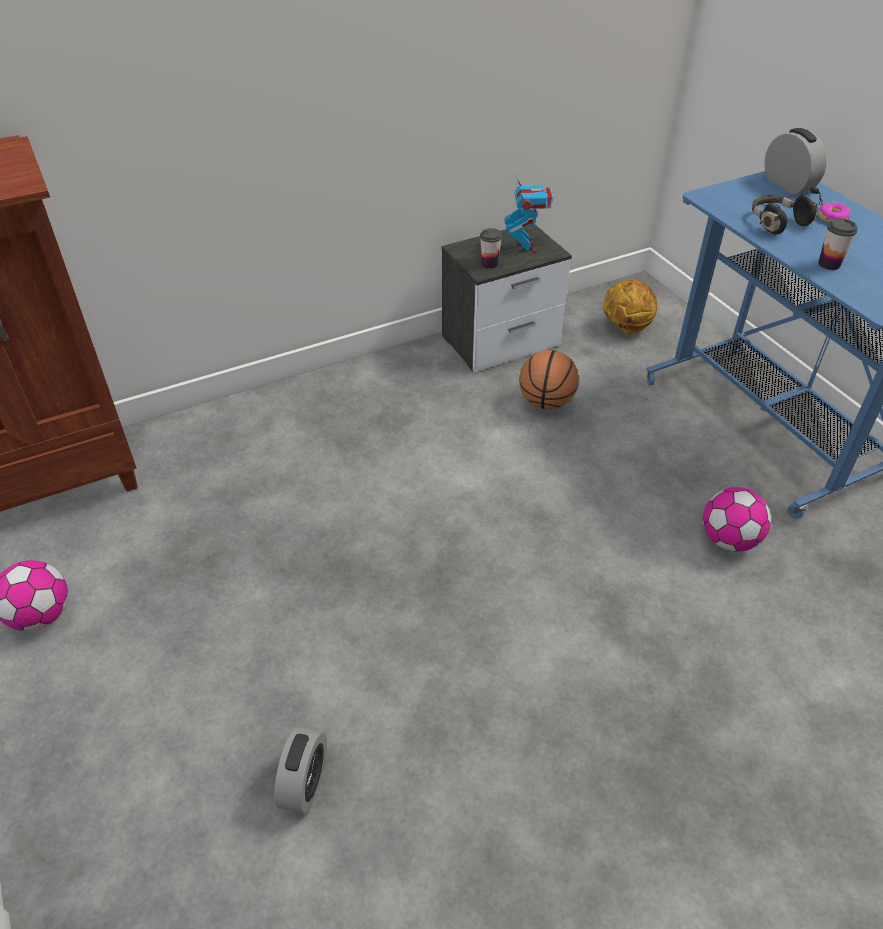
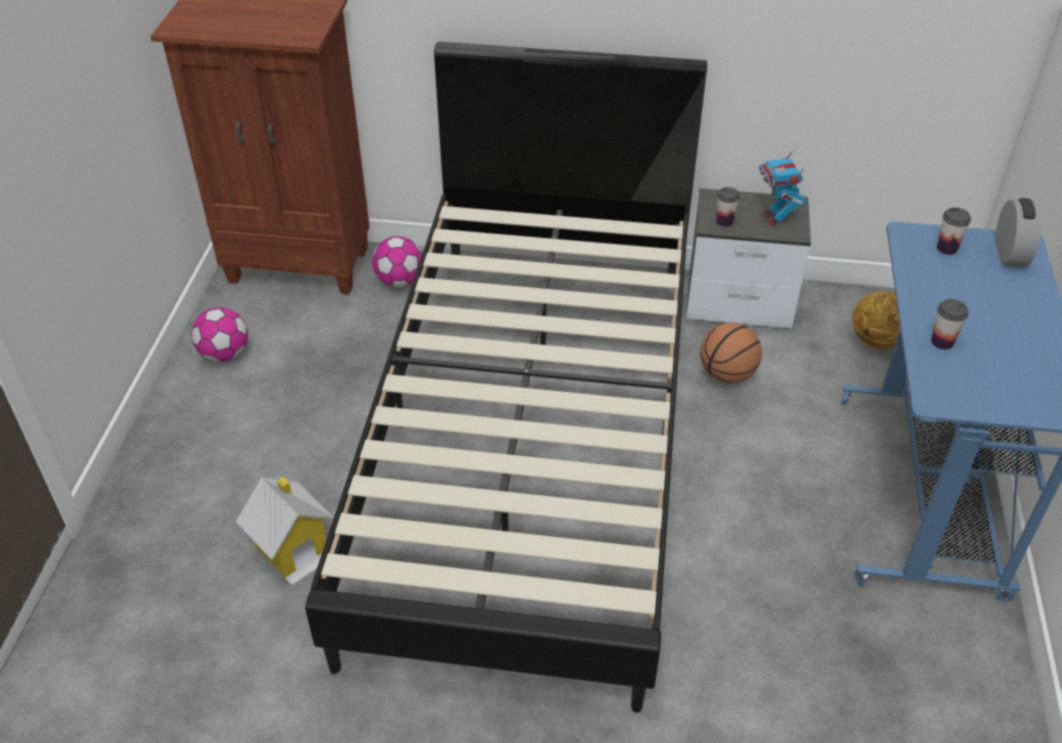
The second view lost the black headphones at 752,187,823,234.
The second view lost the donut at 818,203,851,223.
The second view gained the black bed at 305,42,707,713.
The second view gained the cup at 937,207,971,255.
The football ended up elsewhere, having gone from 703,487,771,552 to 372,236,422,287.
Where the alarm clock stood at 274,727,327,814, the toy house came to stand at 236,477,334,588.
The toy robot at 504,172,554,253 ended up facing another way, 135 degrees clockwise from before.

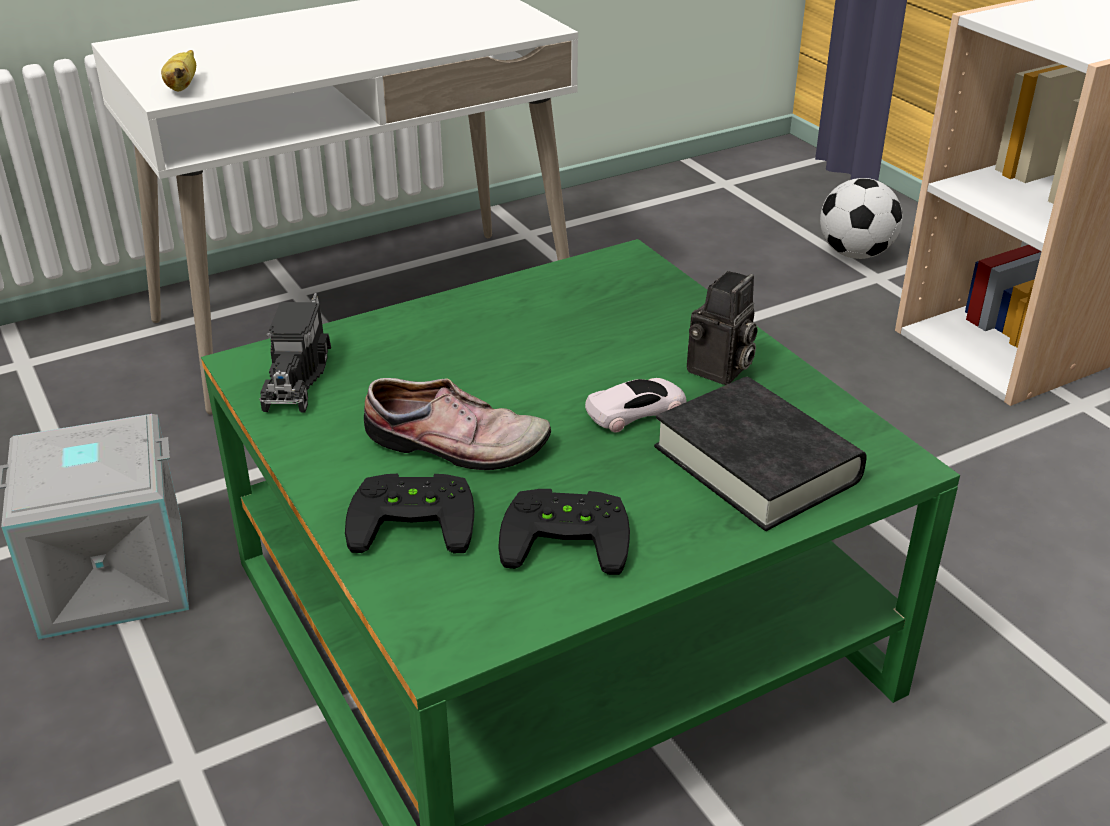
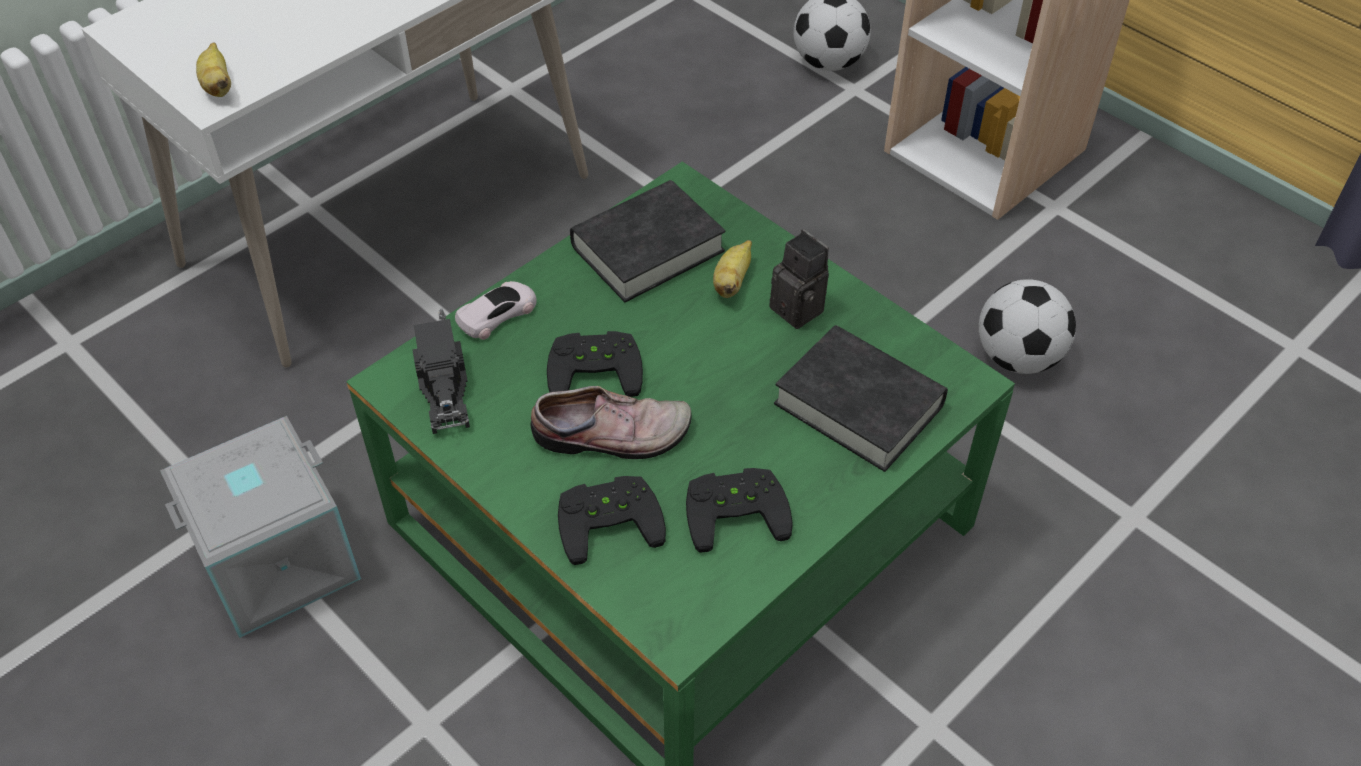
The second view gained the black game controller at 547,331,643,397.
The second view gained the black book at 570,180,725,302.
The second view gained the banana at 713,240,752,298.
The second view gained the football at 979,279,1076,374.
The white toy car ended up elsewhere, having gone from 585,378,687,433 to 455,281,537,340.
The photo camera at 687,271,757,385 ended up facing another way, 60 degrees counterclockwise from before.

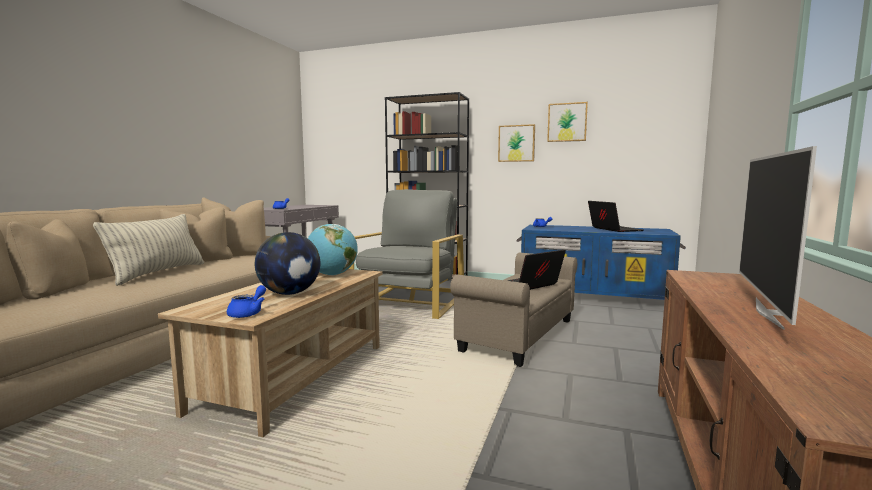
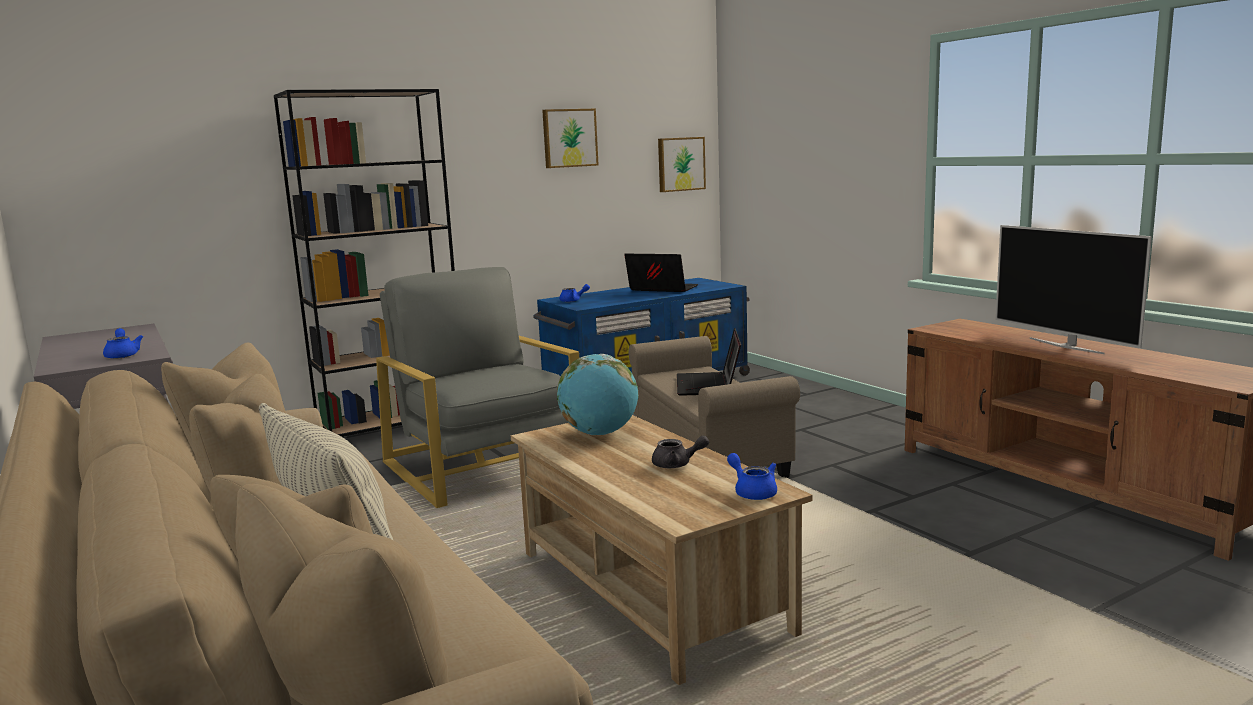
The picture ended up elsewhere, having gone from 498,124,535,162 to 658,137,706,192.
Where the globe stood at 255,232,320,295, the grey teapot came to stand at 652,435,709,468.

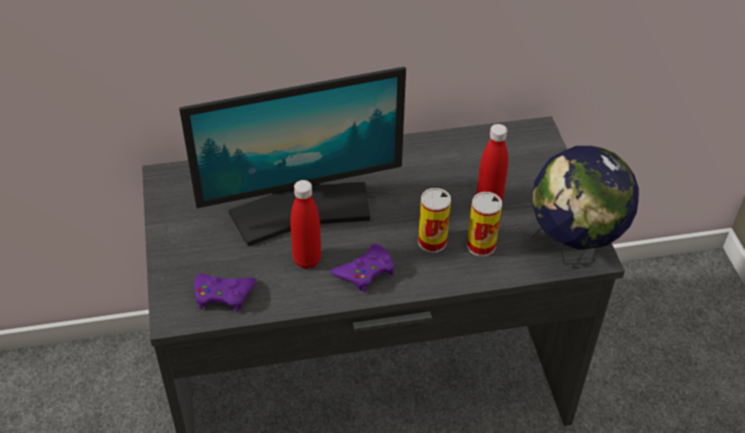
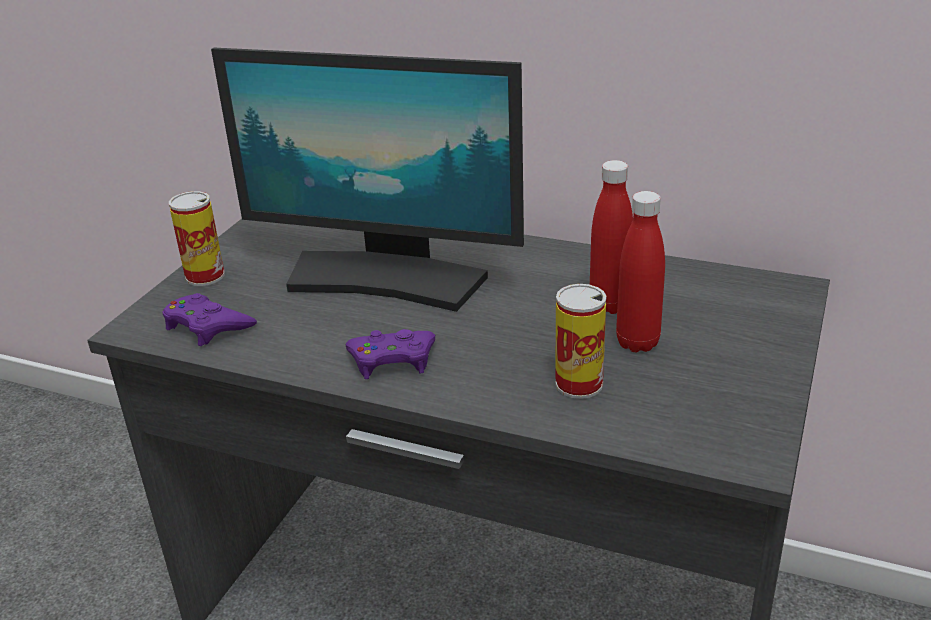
The second view lost the globe at 531,146,639,265.
The red bottle ended up elsewhere, having gone from 290,180,321,269 to 590,160,633,314.
The can ended up elsewhere, having gone from 418,188,451,253 to 169,191,225,286.

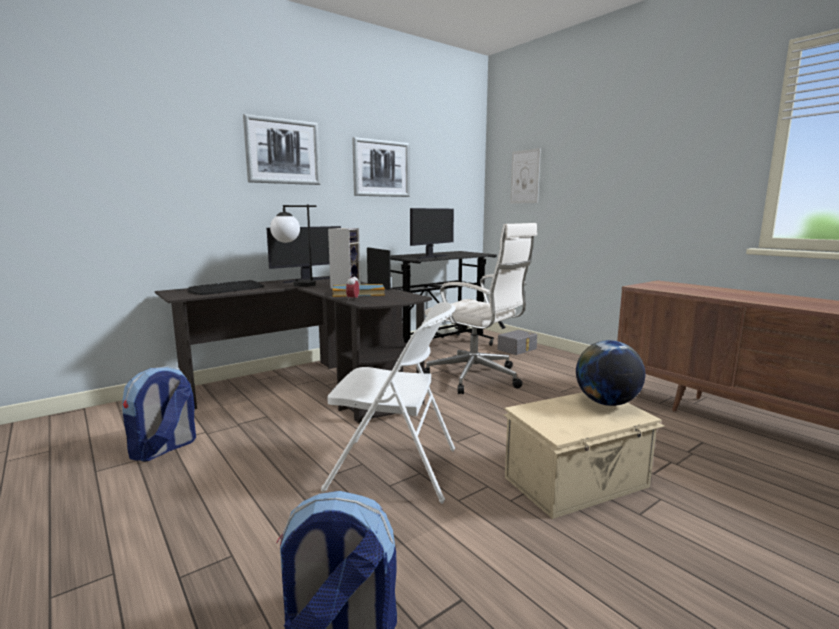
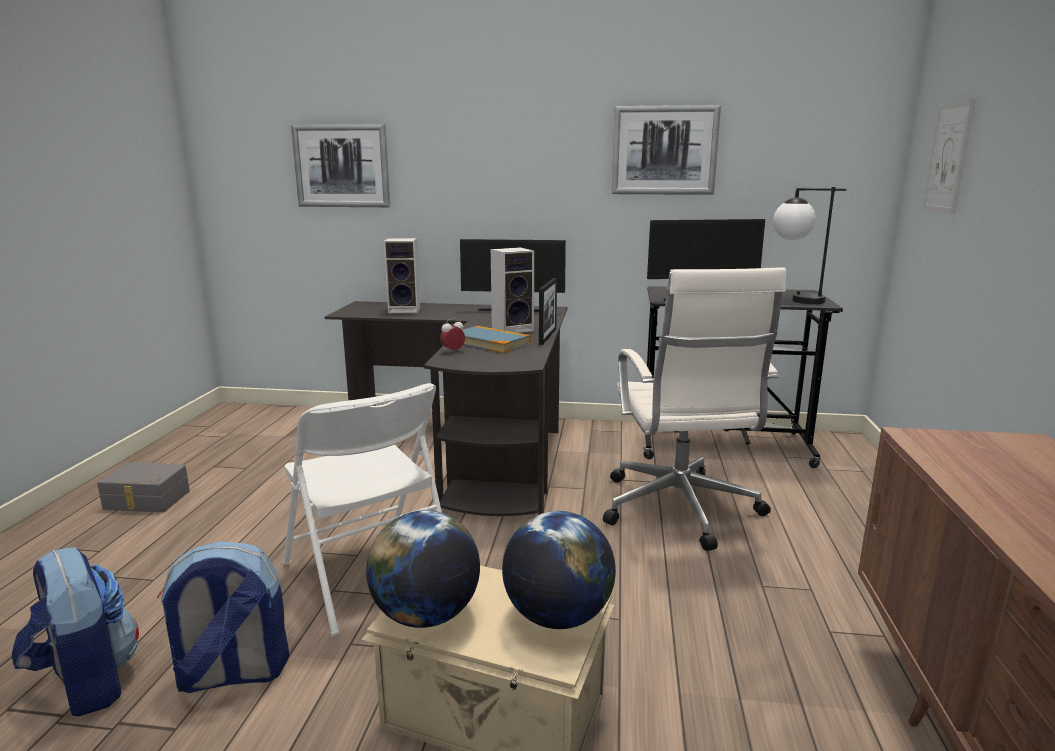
The second view gained the globe at 366,510,480,628.
The backpack ended up elsewhere, having gone from 122,366,196,462 to 157,541,289,693.
The picture ended up elsewhere, having gone from 243,114,320,185 to 291,124,390,207.
The table lamp ended up elsewhere, having gone from 270,204,316,287 to 773,187,847,304.
The grey storage box ended up elsewhere, having gone from 498,330,537,355 to 97,462,190,512.
Where the keyboard stood at 187,280,264,295, the speaker came to stand at 384,238,420,313.

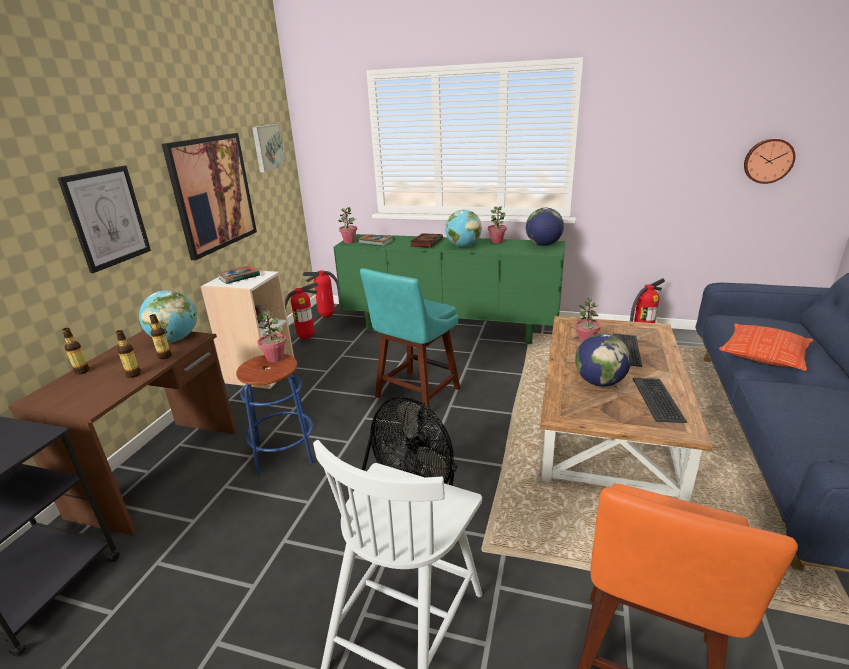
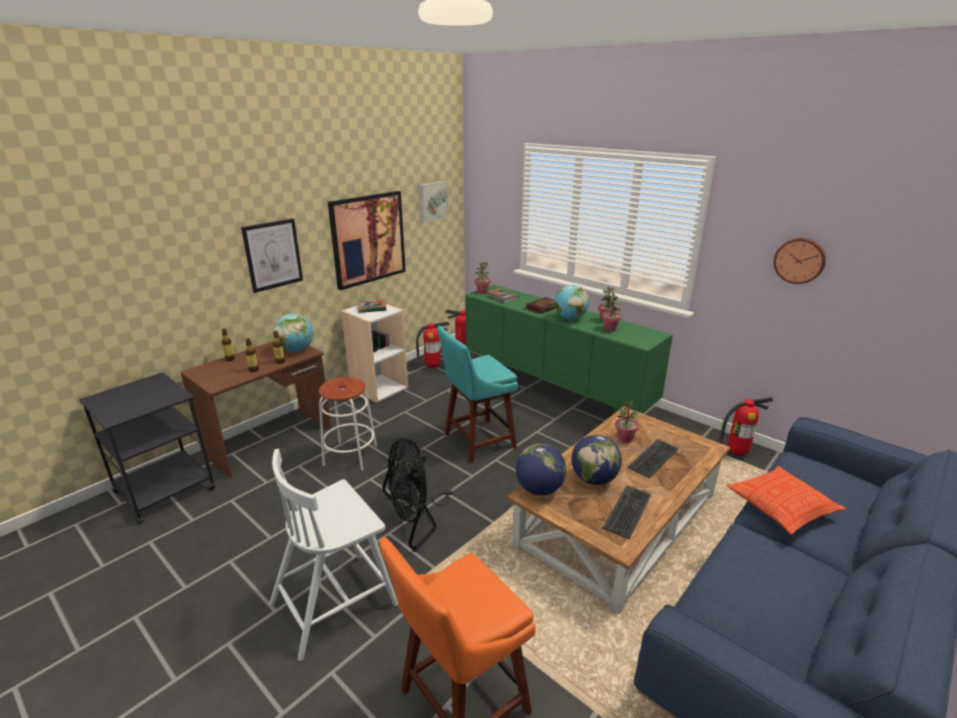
The potted plant ended up elsewhere, having gone from 257,311,286,363 to 602,295,622,332.
The globe ended up elsewhere, having gone from 526,208,564,246 to 516,444,566,495.
The wall clock ended up elsewhere, having gone from 744,138,795,184 to 774,238,826,284.
What was the blue stool at 236,354,313,476 turned into the white stool at 319,377,377,470.

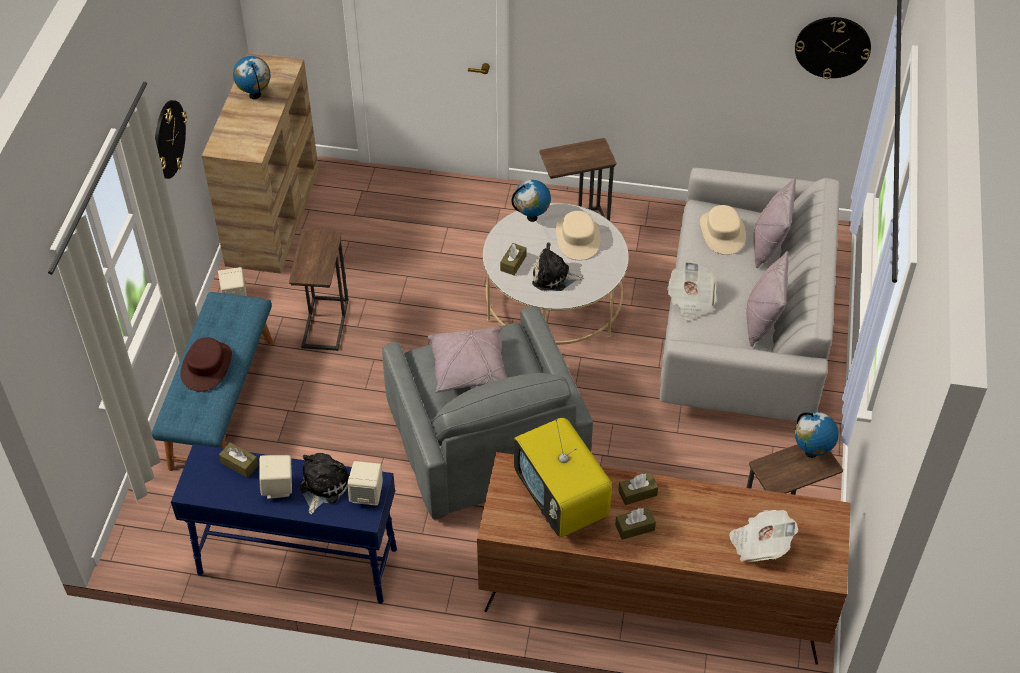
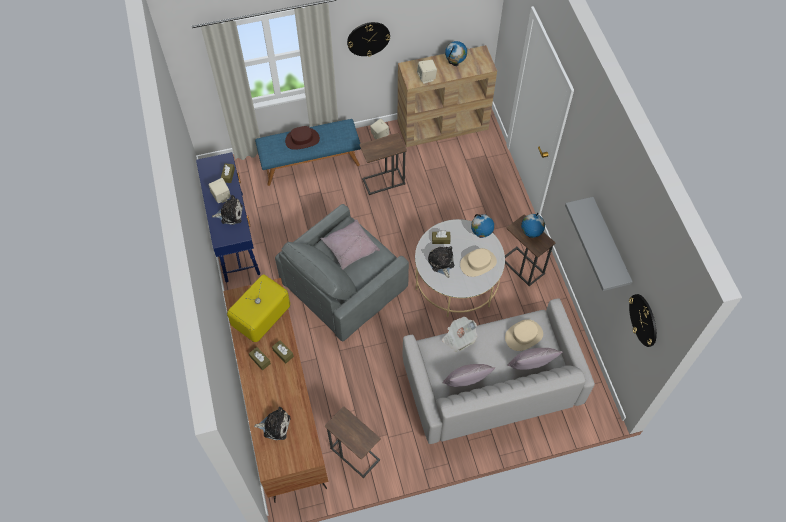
The second view gained the grey shelf at 565,197,633,291.
The beige speaker ended up elsewhere, having gone from 347,461,383,506 to 417,60,437,84.
The globe ended up elsewhere, having gone from 795,412,839,458 to 521,213,545,238.
Where the newspaper stood at 729,510,798,562, the plush toy came to stand at 254,407,291,440.

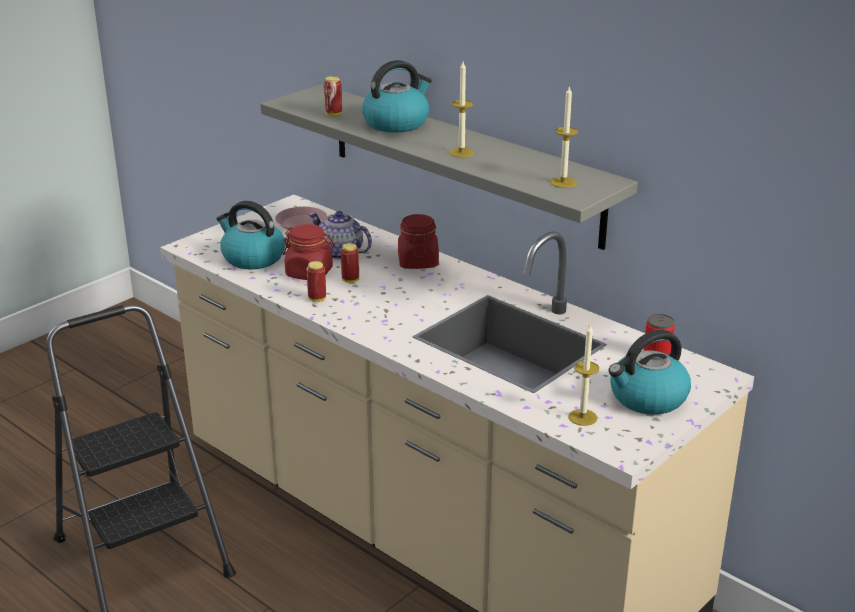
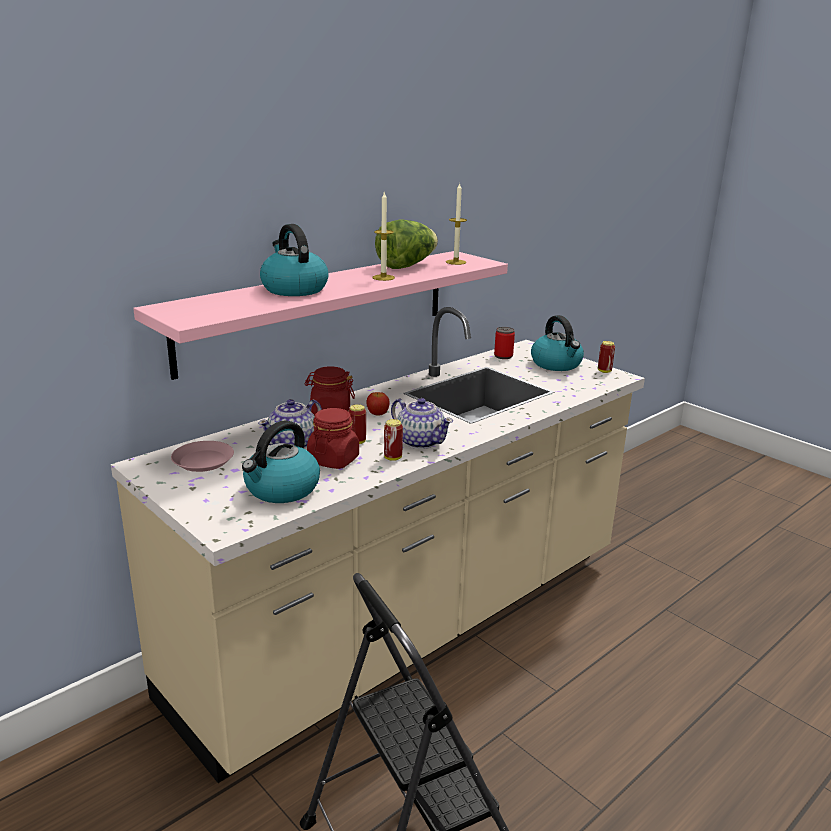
The second view lost the candle at 568,325,599,426.
The second view gained the apple at 366,392,389,416.
The second view gained the lettuce at 375,219,438,269.
The second view gained the teapot at 391,398,453,449.
The can ended up elsewhere, having gone from 324,76,342,116 to 598,341,615,373.
What was the grey shelf at 260,84,638,250 turned into the pink shelf at 133,251,508,380.

